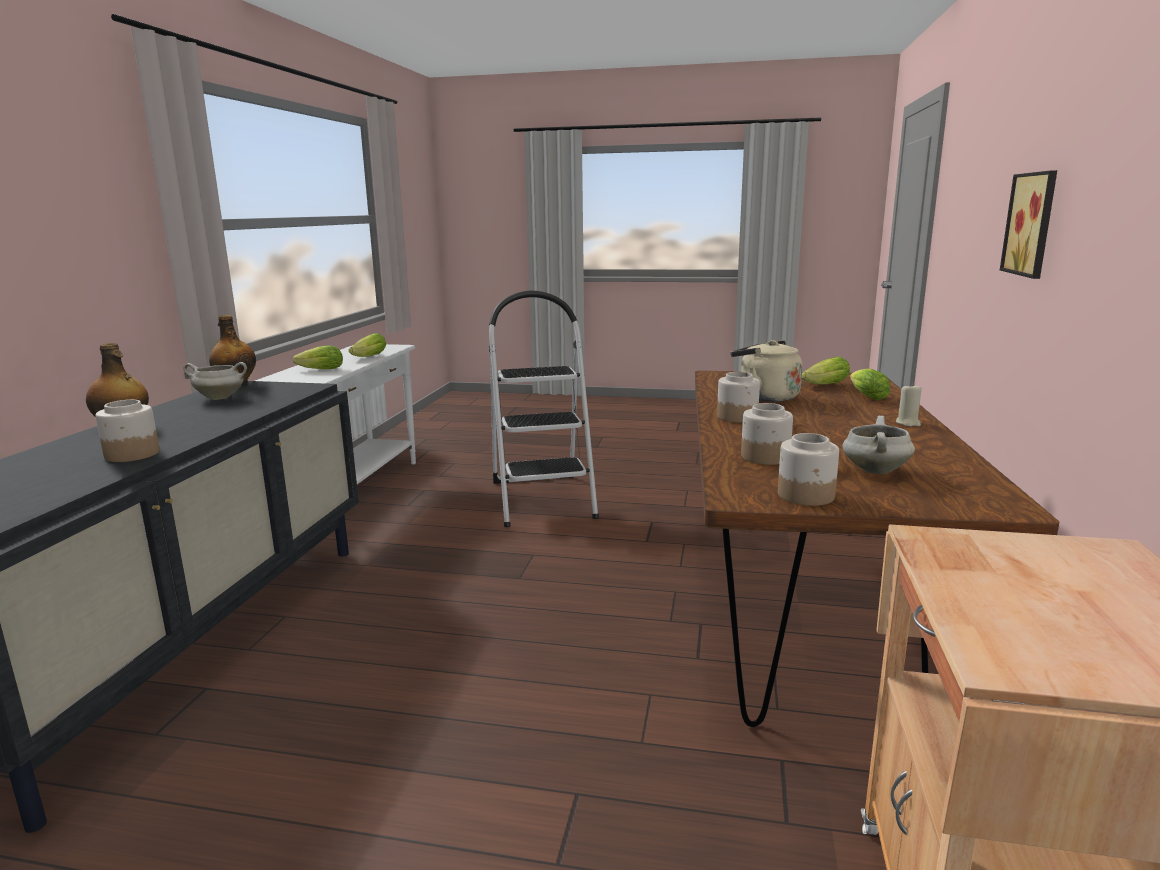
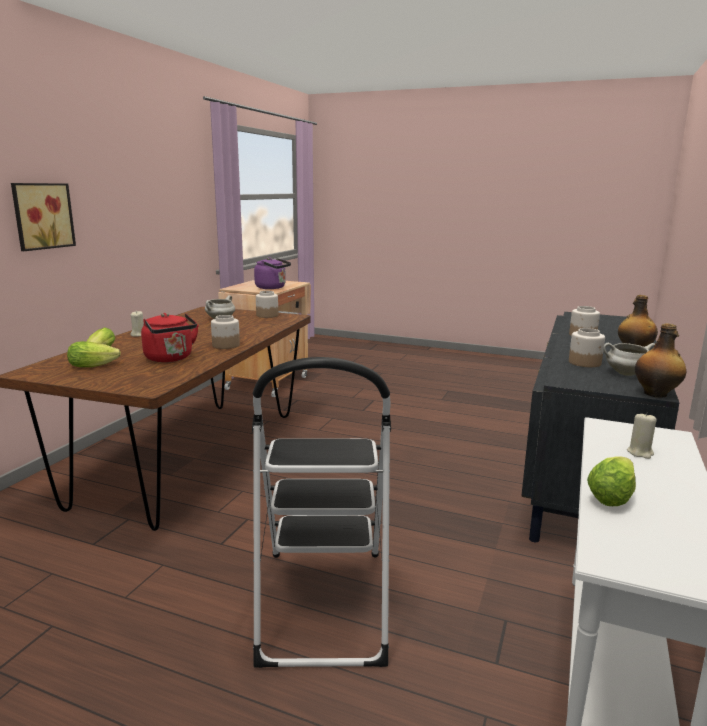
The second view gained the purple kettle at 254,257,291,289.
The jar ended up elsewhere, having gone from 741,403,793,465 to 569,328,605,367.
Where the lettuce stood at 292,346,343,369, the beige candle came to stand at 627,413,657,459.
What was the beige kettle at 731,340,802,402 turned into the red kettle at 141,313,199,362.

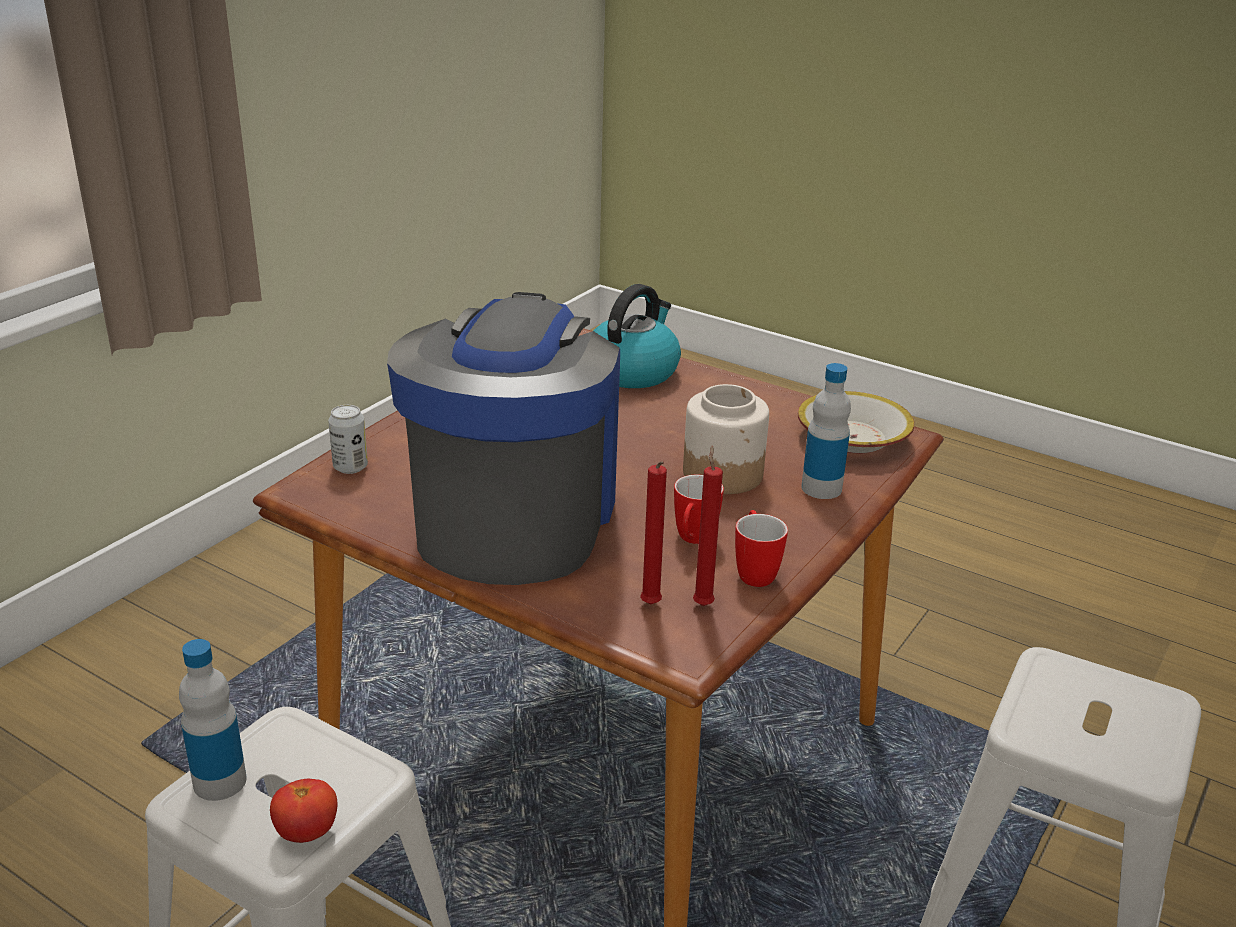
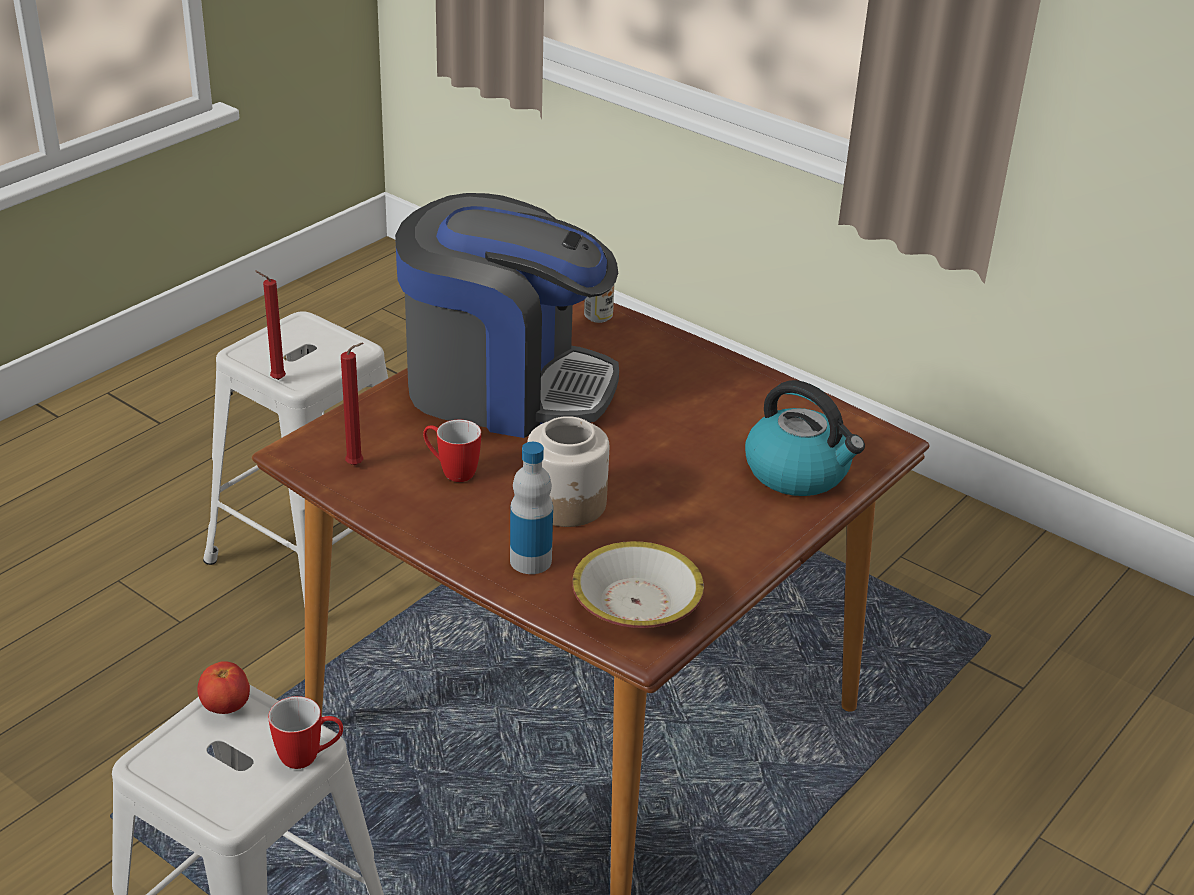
The second view lost the bottle at 179,639,247,801.
The tomato ended up elsewhere, having gone from 270,779,337,843 to 197,661,250,714.
The red candle ended up elsewhere, having gone from 640,461,667,605 to 255,271,286,380.
The mug ended up elsewhere, having gone from 735,510,788,587 to 268,696,343,769.

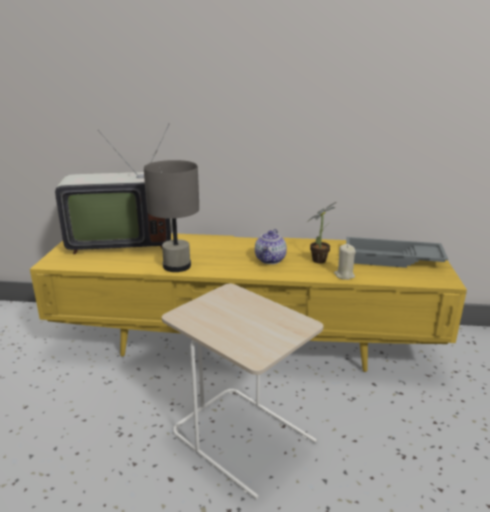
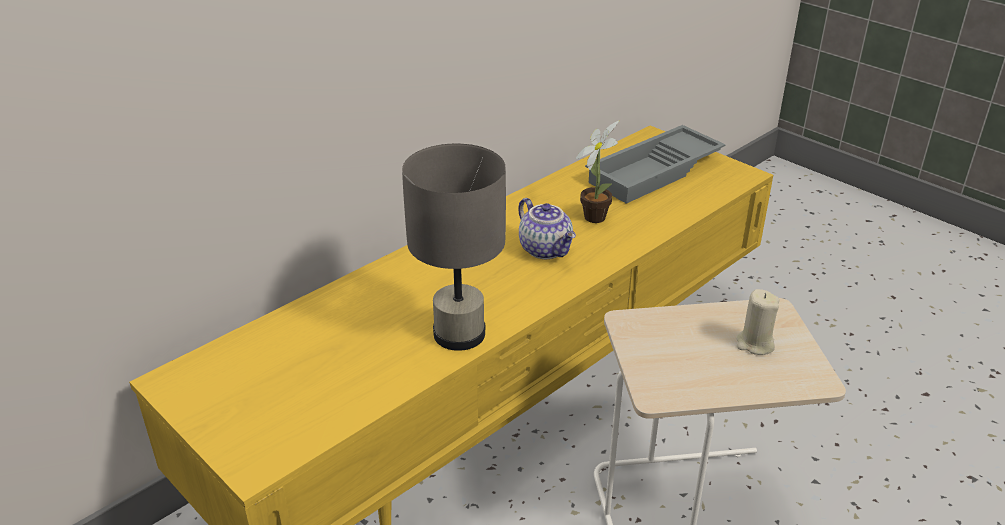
The second view lost the television at 55,125,171,254.
The beige candle ended up elsewhere, having gone from 334,244,356,280 to 736,289,779,355.

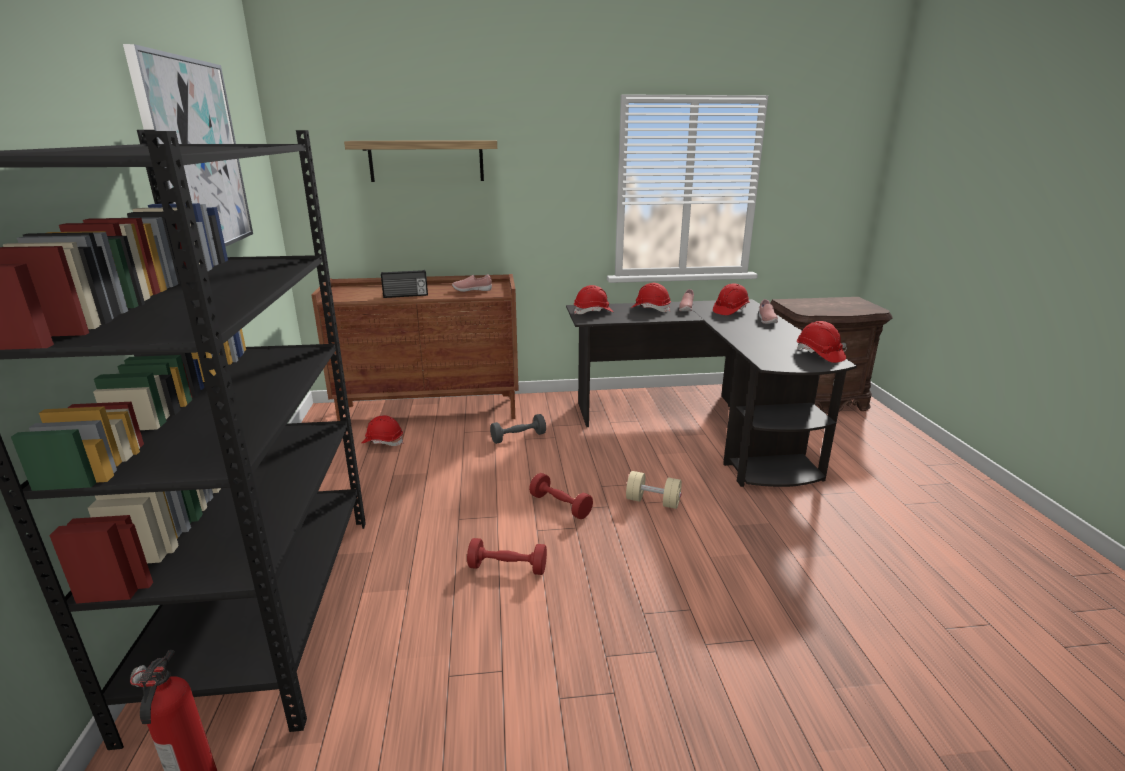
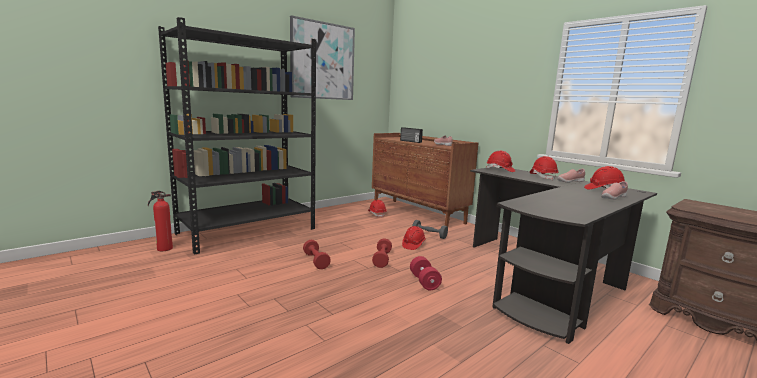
The second view lost the shelf at 344,140,497,182.
The red hard hat ended up elsewhere, having gone from 797,321,846,363 to 402,226,426,250.
What was the beige dumbbell at 626,471,682,509 turned into the red dumbbell at 410,256,442,290.

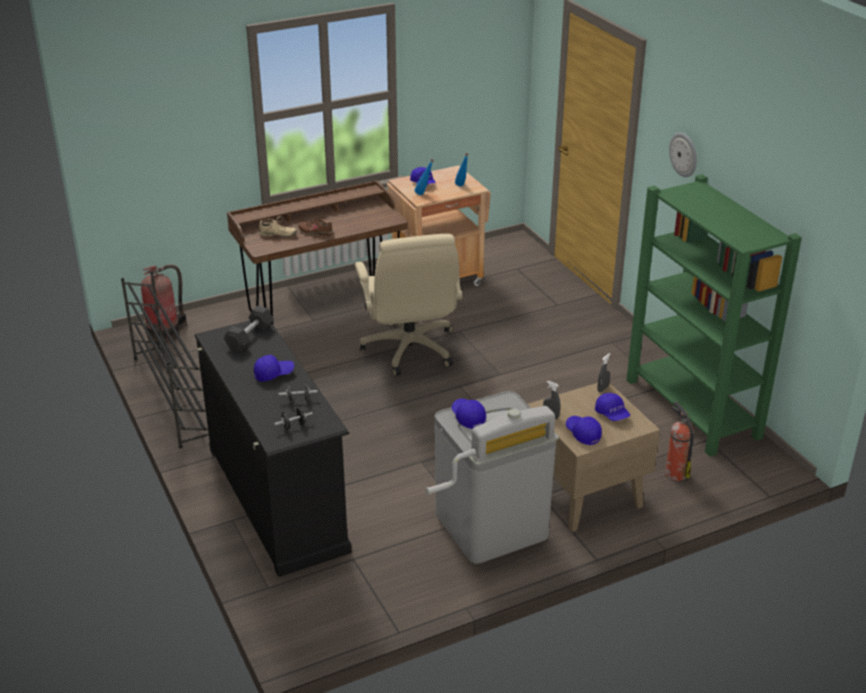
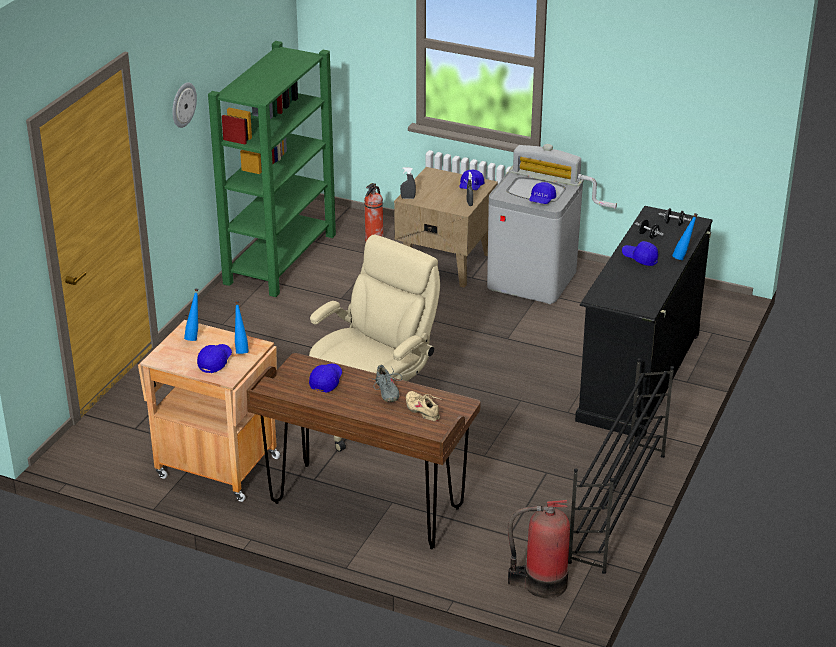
The second view lost the black dumbbell at 224,306,274,352.
The second view gained the blue bottle at 672,213,698,260.
The blue cap ended up elsewhere, having gone from 595,393,630,421 to 309,363,342,393.
What was the brown shoe at 298,218,334,237 turned into the grey shoe at 373,364,402,402.

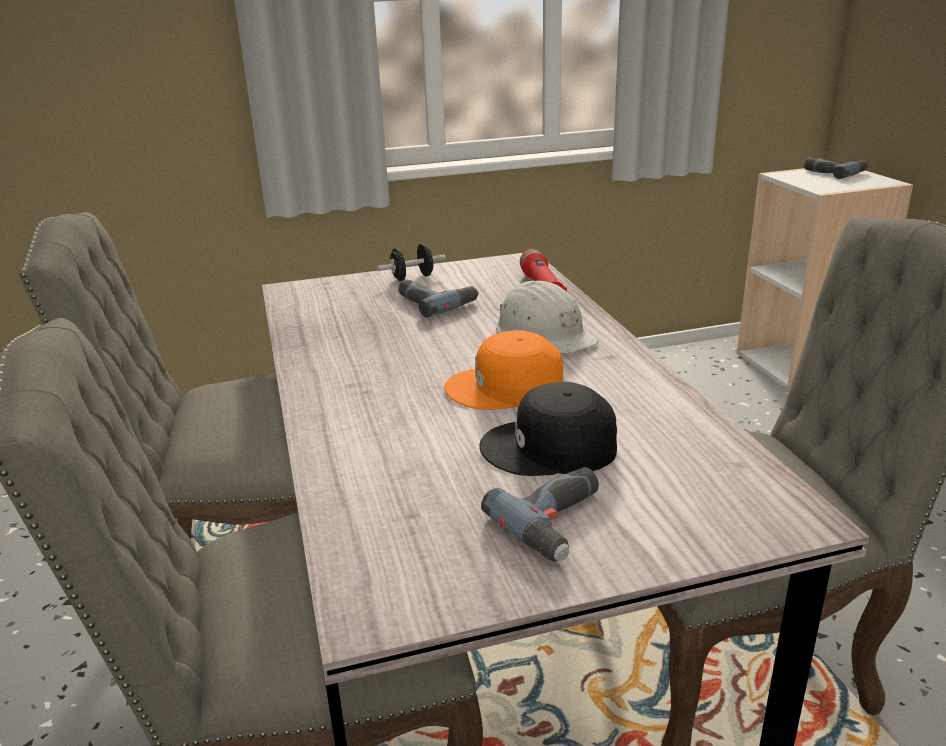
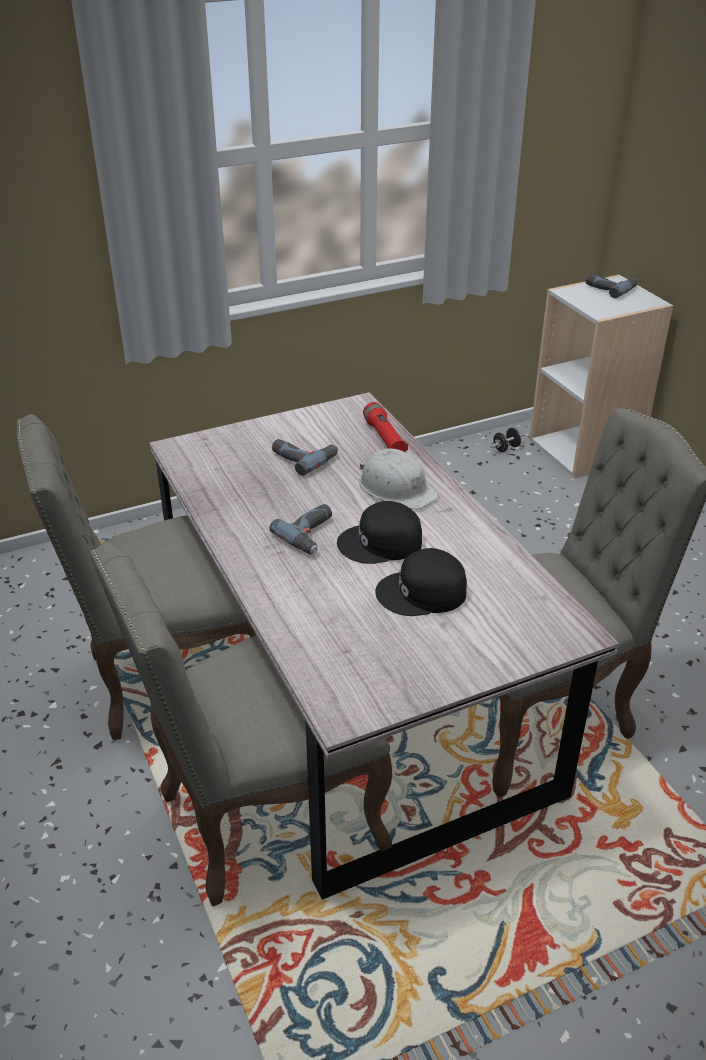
The black dumbbell ended up elsewhere, having gone from 377,244,446,281 to 490,428,525,452.
The power drill ended up elsewhere, having gone from 481,467,599,562 to 270,504,332,554.
What was the orange cap at 444,330,564,410 turned into the black cap at 337,501,422,564.

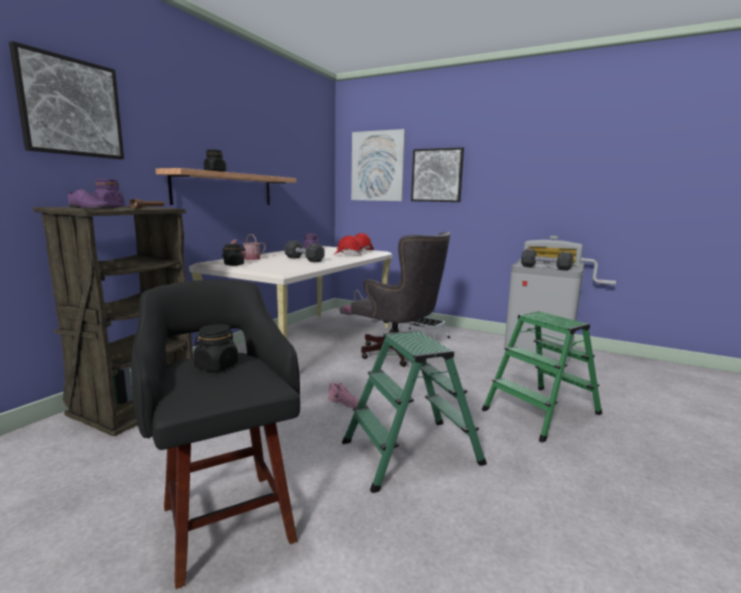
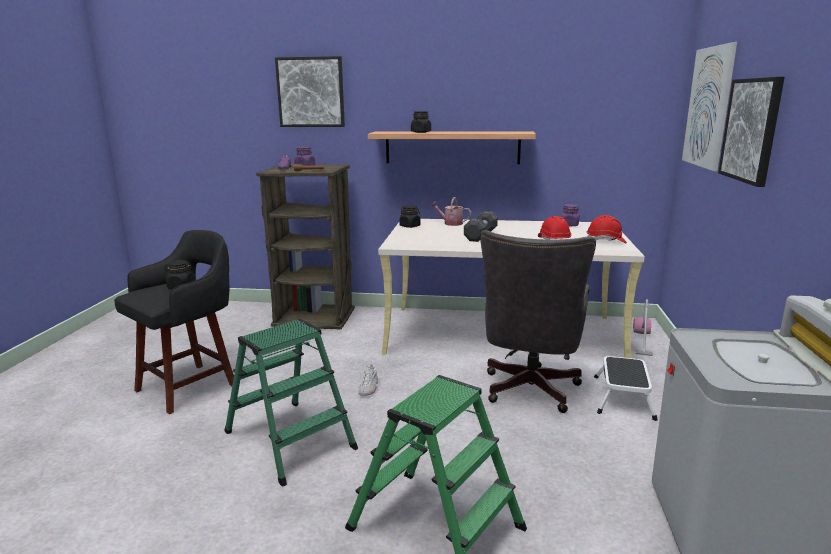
The second view lost the black dumbbell at 521,249,573,271.
What was the pink shoe at 328,383,360,408 turned into the white shoe at 358,364,378,396.

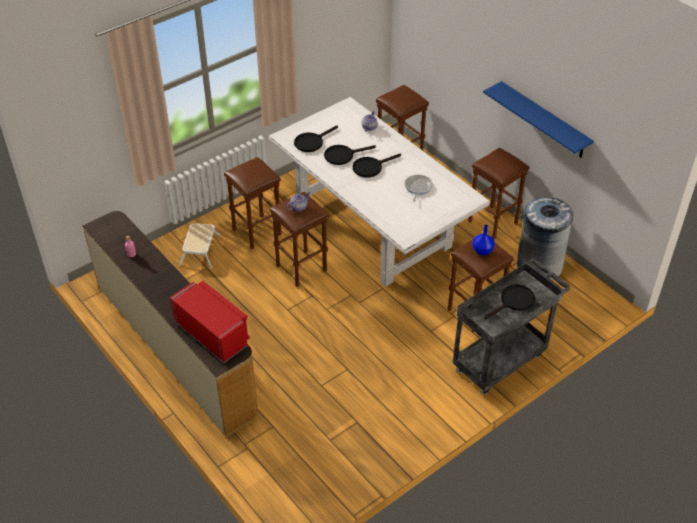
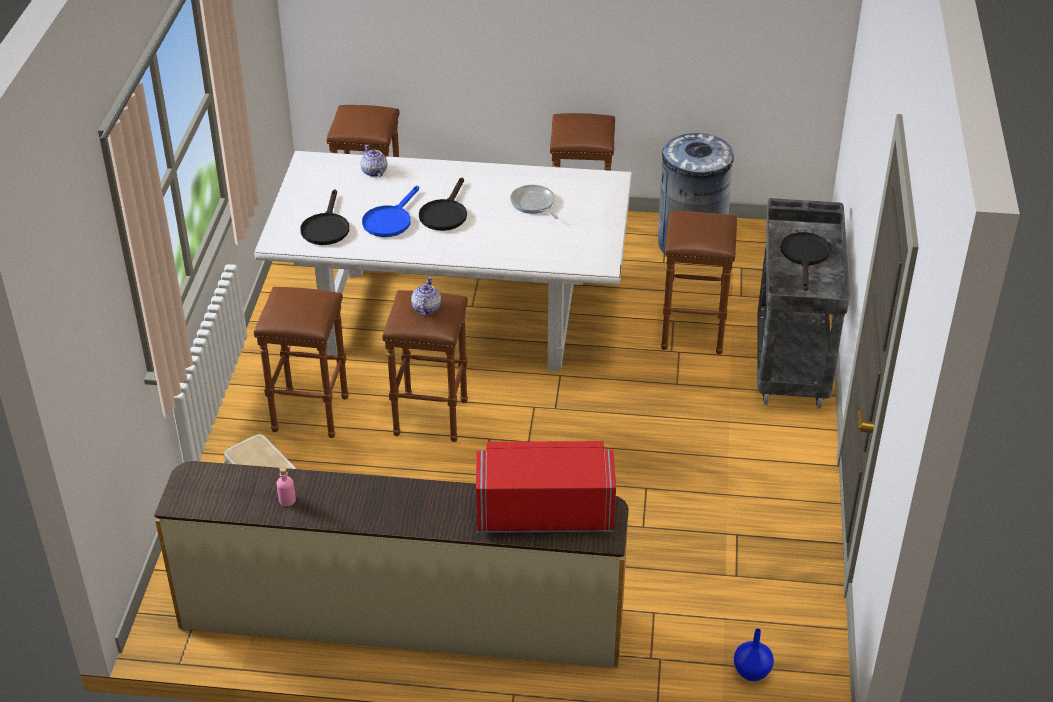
The second view lost the blue shelf at 483,81,594,158.
The blue vase ended up elsewhere, having gone from 473,225,495,256 to 734,628,774,681.
What was the black frying pan at 324,145,376,165 turned into the blue frying pan at 362,186,419,237.

